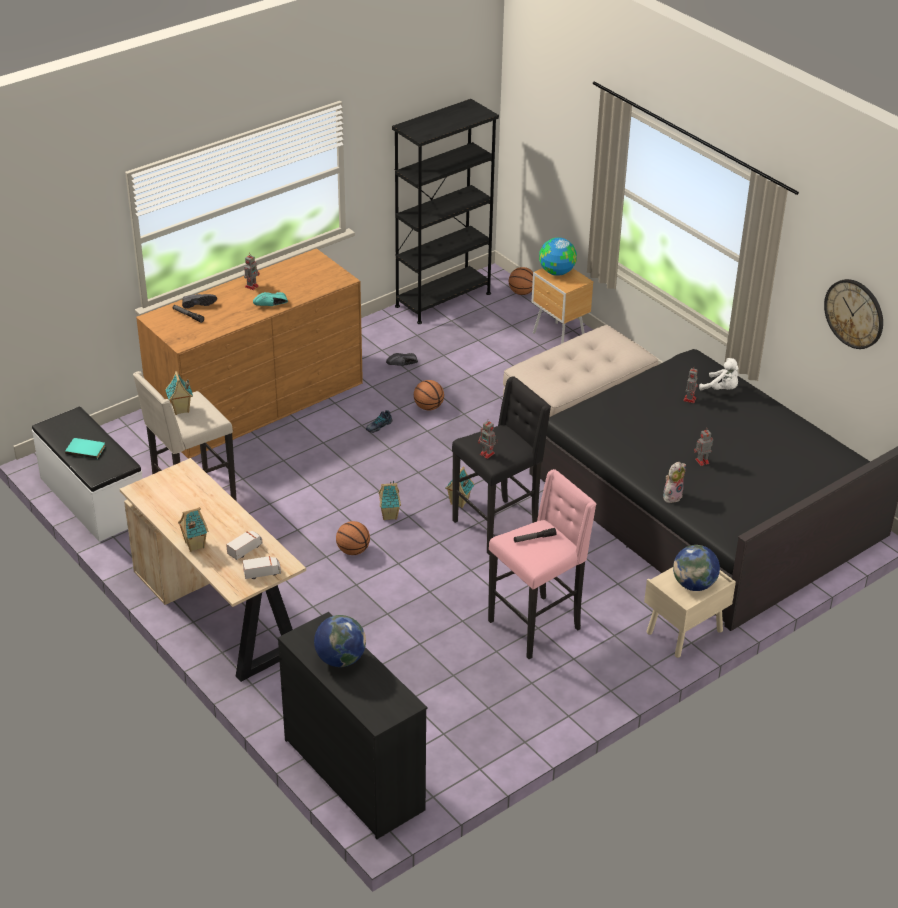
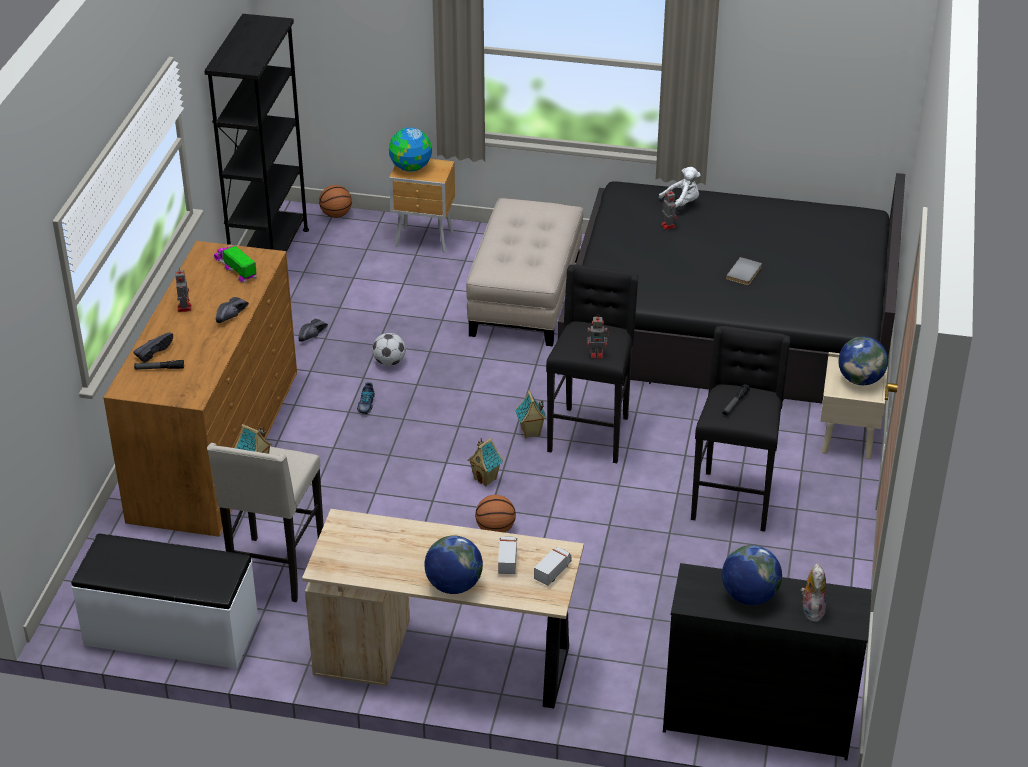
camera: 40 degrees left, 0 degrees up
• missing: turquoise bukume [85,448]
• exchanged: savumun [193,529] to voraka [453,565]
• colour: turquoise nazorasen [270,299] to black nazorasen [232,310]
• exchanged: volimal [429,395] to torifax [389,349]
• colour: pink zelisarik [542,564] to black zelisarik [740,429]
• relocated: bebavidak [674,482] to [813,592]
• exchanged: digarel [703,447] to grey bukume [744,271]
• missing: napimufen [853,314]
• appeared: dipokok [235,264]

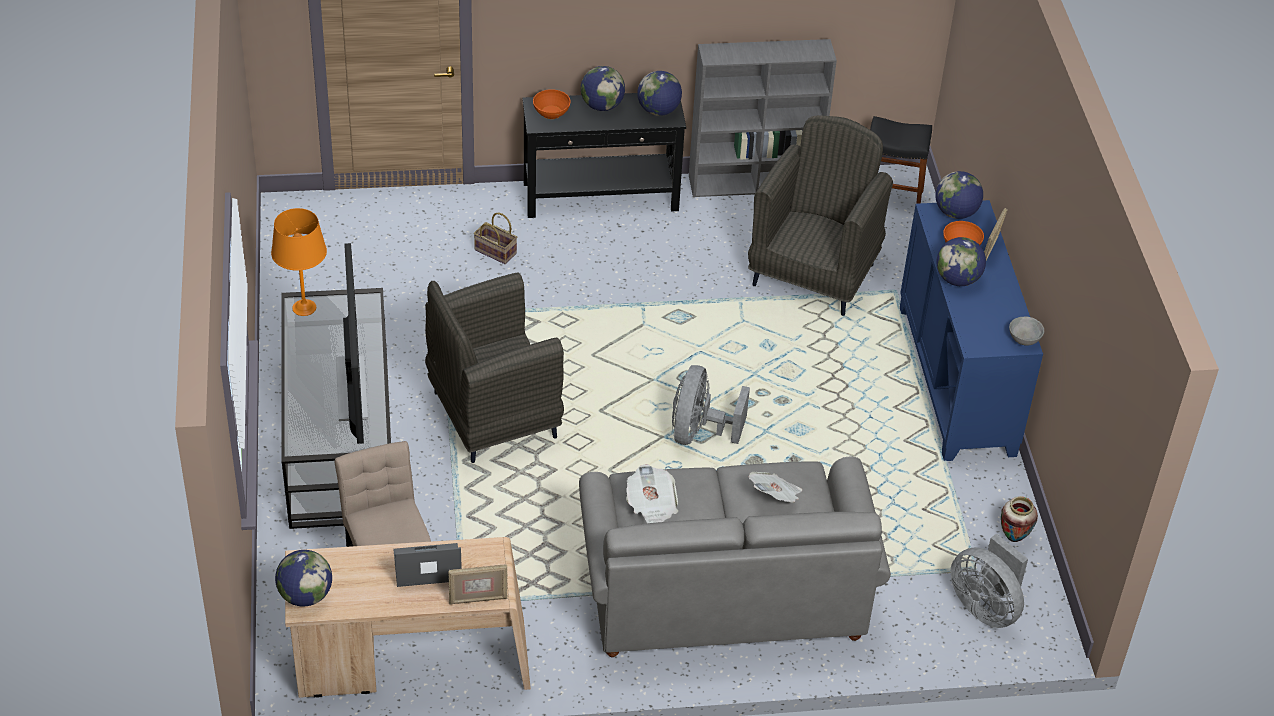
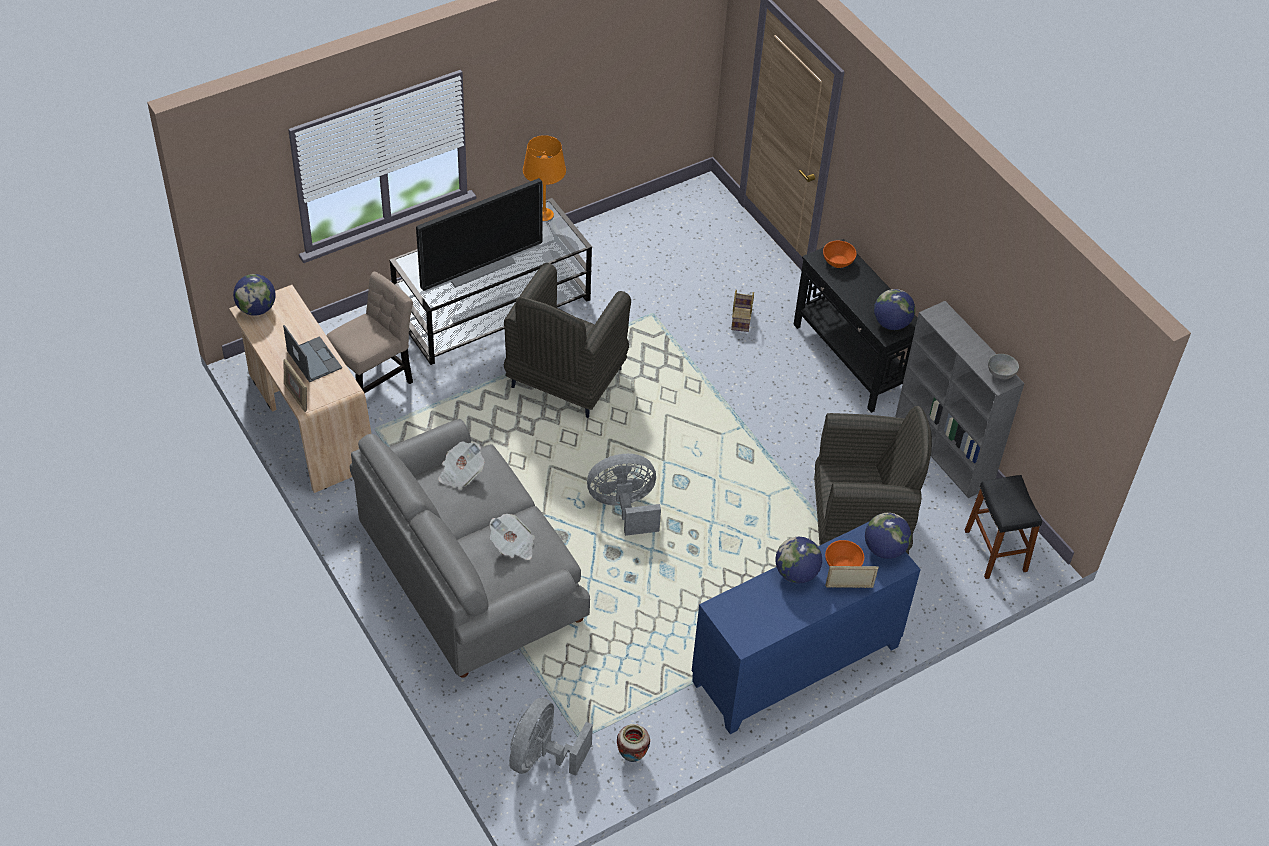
camera: 65 degrees right, 5 degrees up
• spun: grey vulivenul [494,368] = [567,340] 105 degrees counterclockwise
• missing: voraka [603,88]
• relocated: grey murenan [1026,331] to [1003,366]

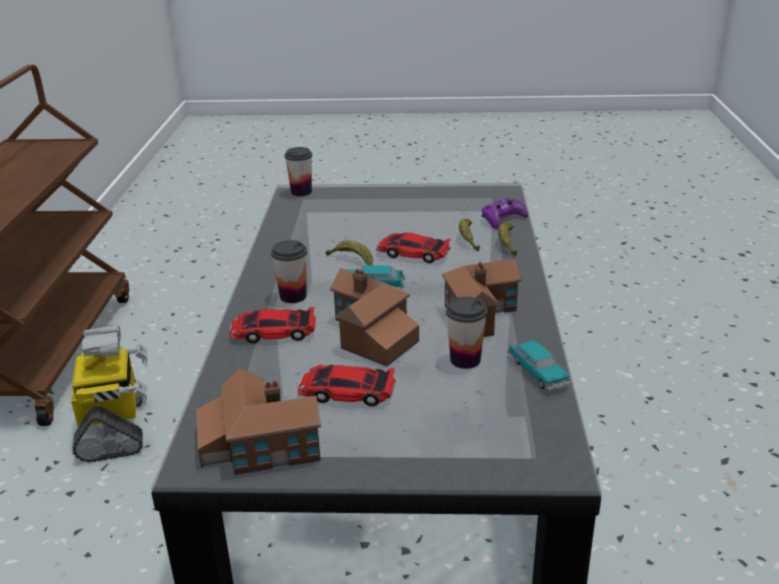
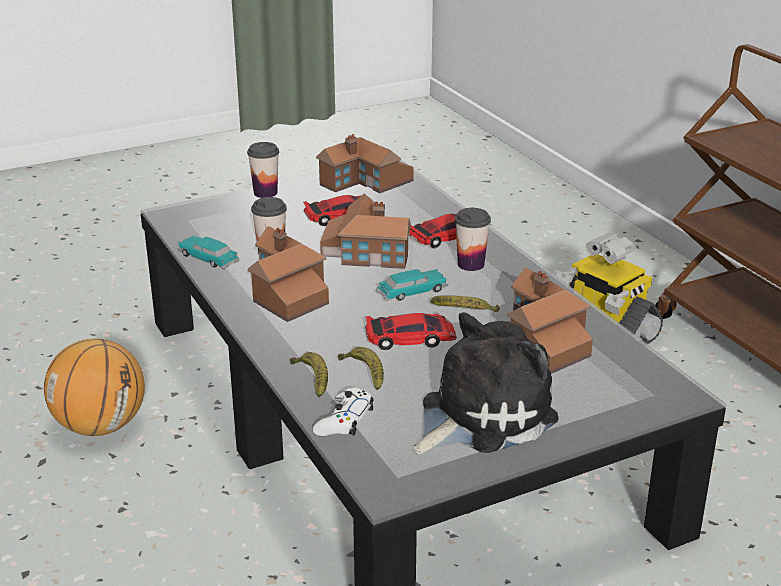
camera: 150 degrees right, 0 degrees up
• relocated: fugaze [298,171] to [263,170]
• colour: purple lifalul [505,213] to white lifalul [343,411]
• appeared: volimal [94,387]
• appeared: bebavidak [486,383]
• appeared: savumun [550,320]

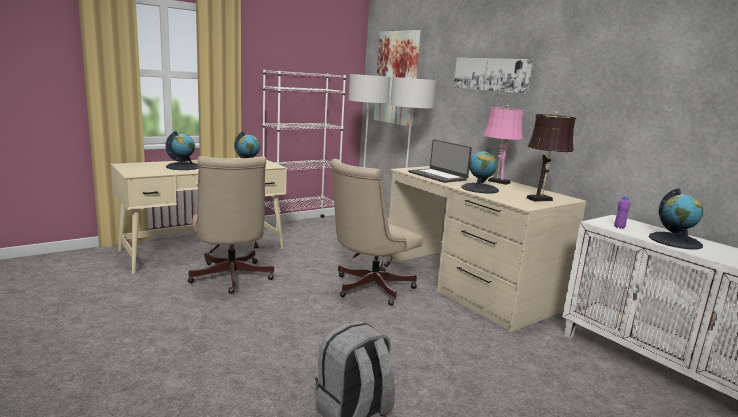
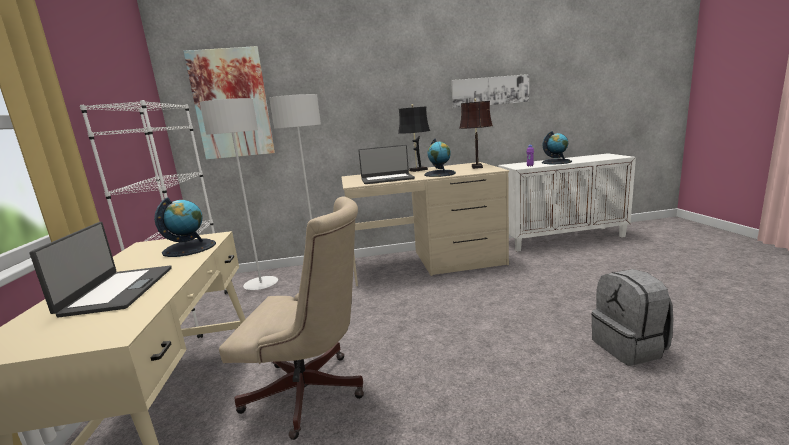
camera: 60 degrees left, 0 degrees up
• exchanged: voraka [181,150] to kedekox [100,270]
• missing: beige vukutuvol [376,232]
• relocated: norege [493,76] to [490,91]
• colour: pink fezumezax [504,145] to black fezumezax [414,138]

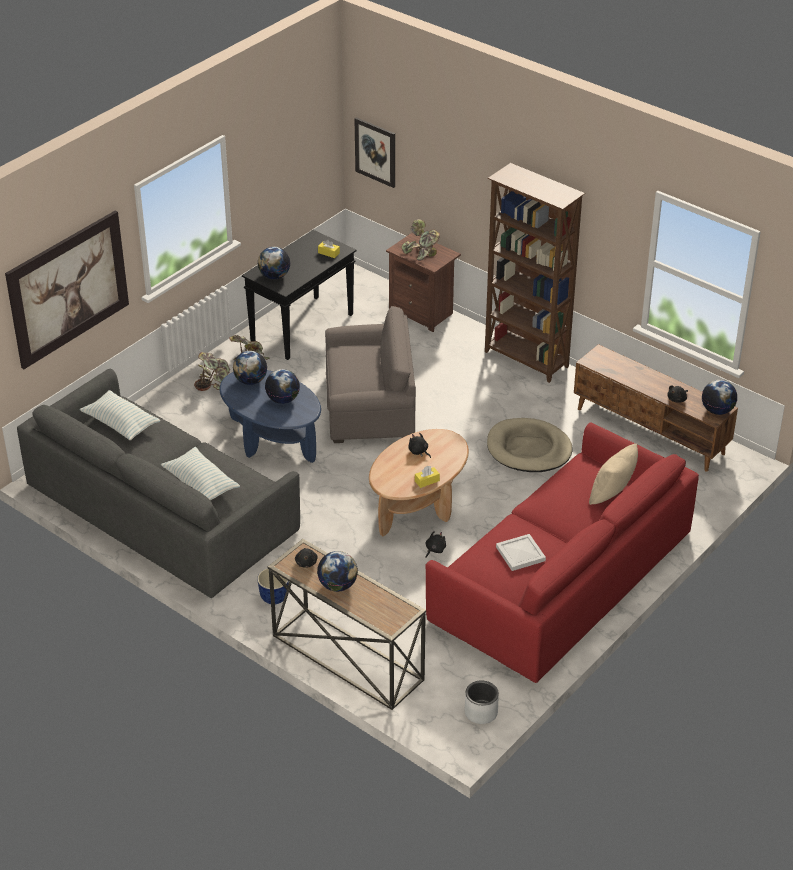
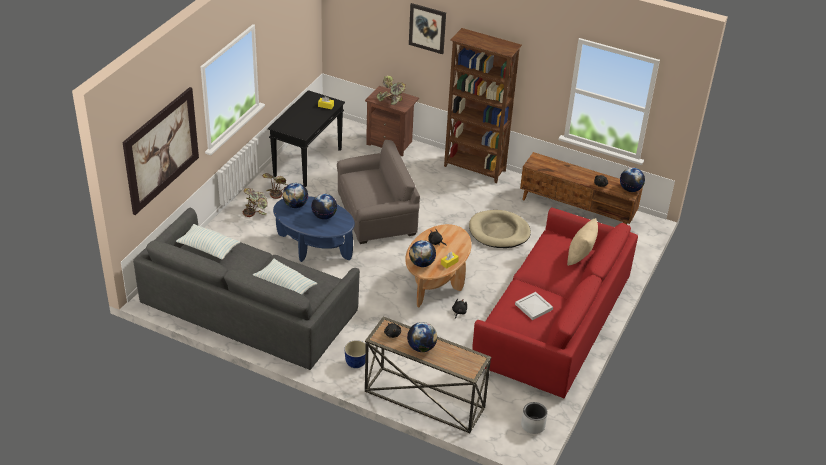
camera: 15 degrees left, 0 degrees up
• relocated: voraka [274,263] to [422,253]
• relocated: norege [374,152] to [427,28]

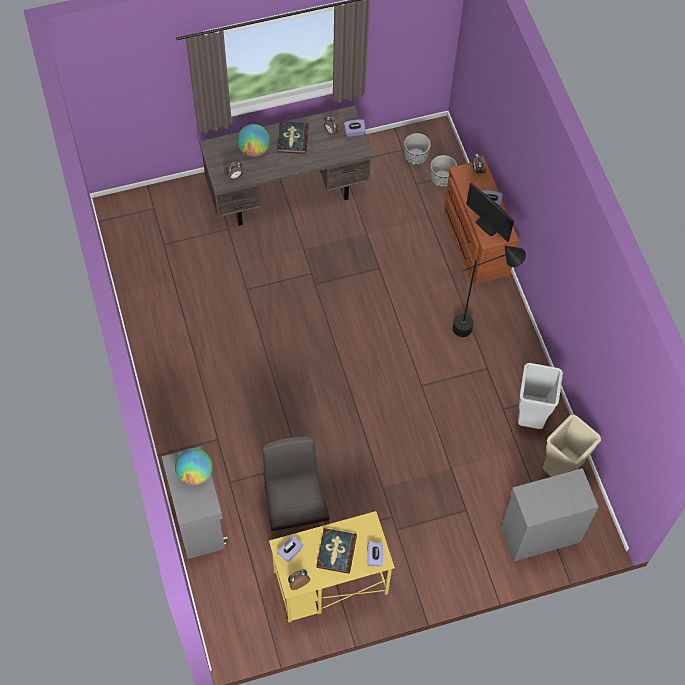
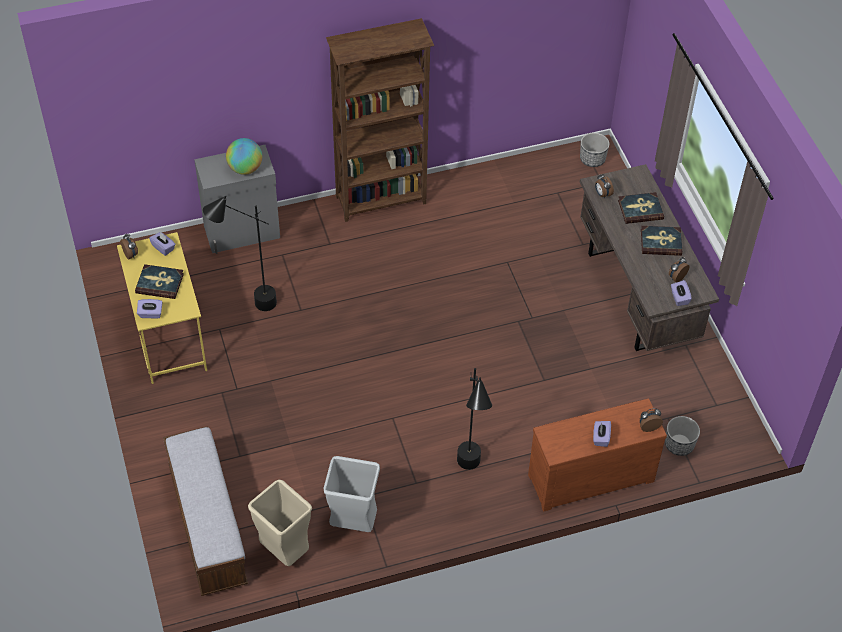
camera: 90 degrees right, 10 degrees down
• exchanged: voraka [253,140] to bukume [641,208]
• exchanged: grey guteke [296,488] to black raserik [240,253]
• relocated: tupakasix [417,149] to [594,150]
• missing: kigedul [490,212]
• exchanged: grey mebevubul [549,514] to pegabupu [205,511]
• appeared: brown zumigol [380,120]

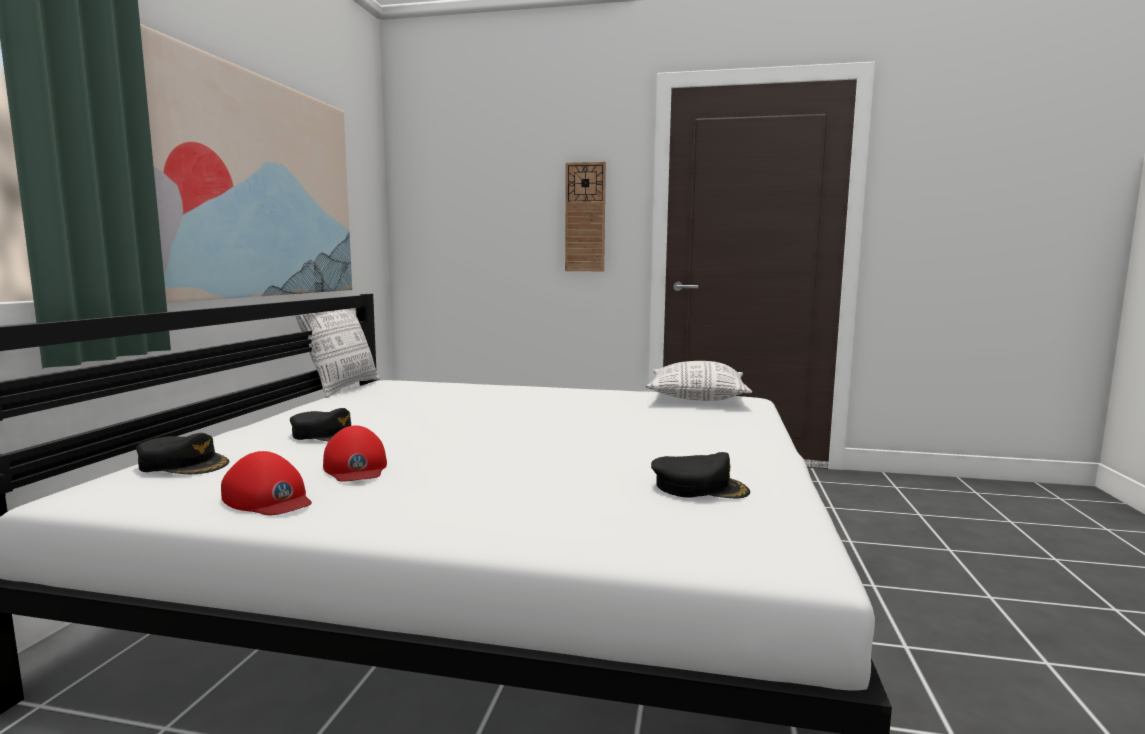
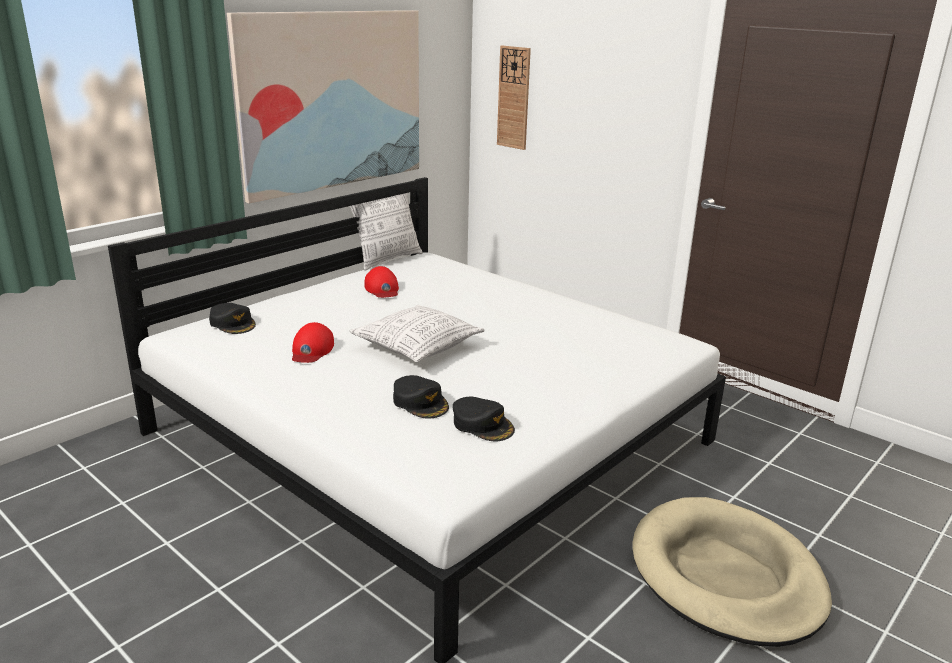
camera: 30 degrees right, 15 degrees up
• relocated: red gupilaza [266,483] to [381,282]
• relocated: black gupilaza [320,425] to [421,397]
• relocated: napimufen [585,216] to [514,98]
• relocated: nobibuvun [699,381] to [417,333]
• appeared: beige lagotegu [732,572]

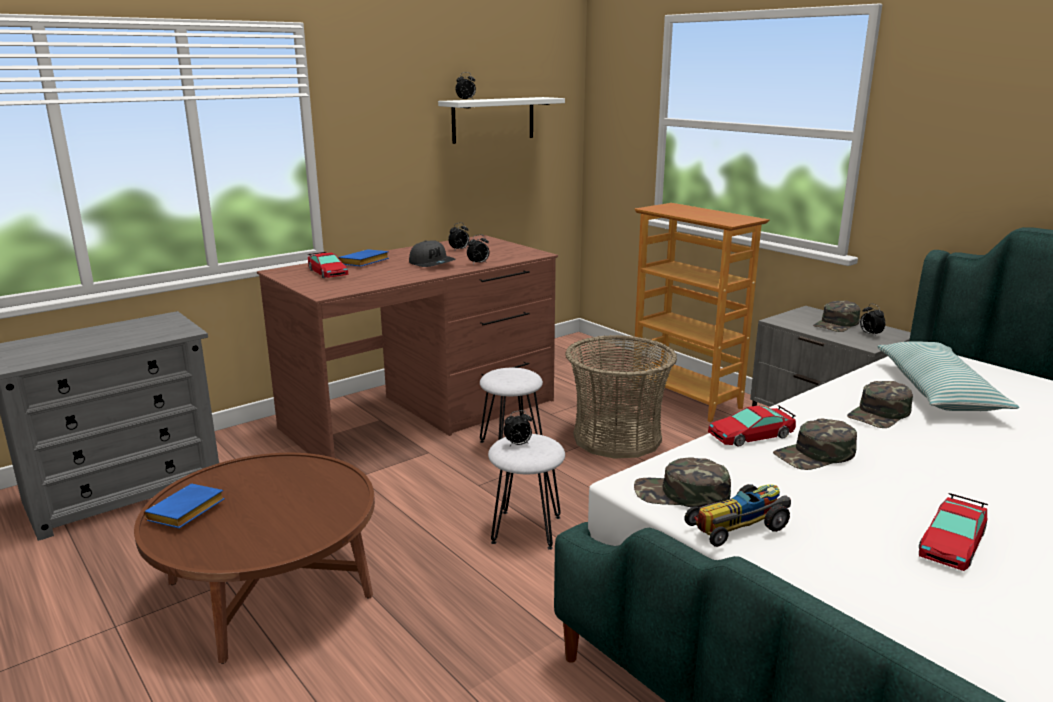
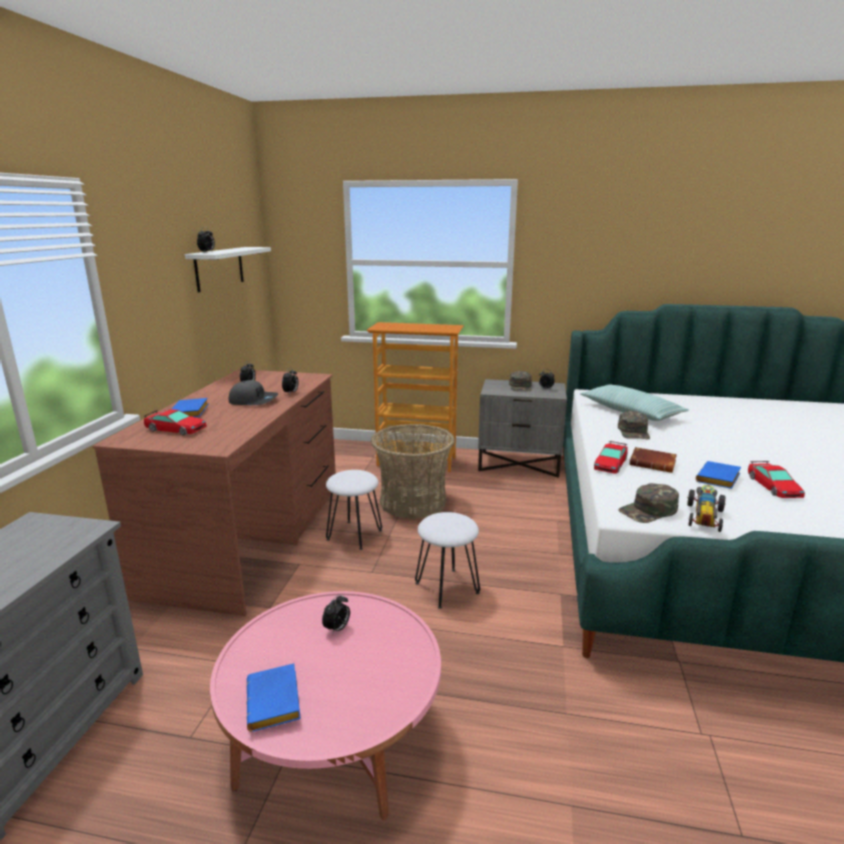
camera: 40 degrees left, 0 degrees up
• colour: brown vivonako [254,558] to pink vivonako [325,706]
• relocated: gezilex [518,428] to [336,614]
• exchanged: green gupilaza [815,444] to brown bukume [653,460]
• appeared: blue bukume [718,475]

